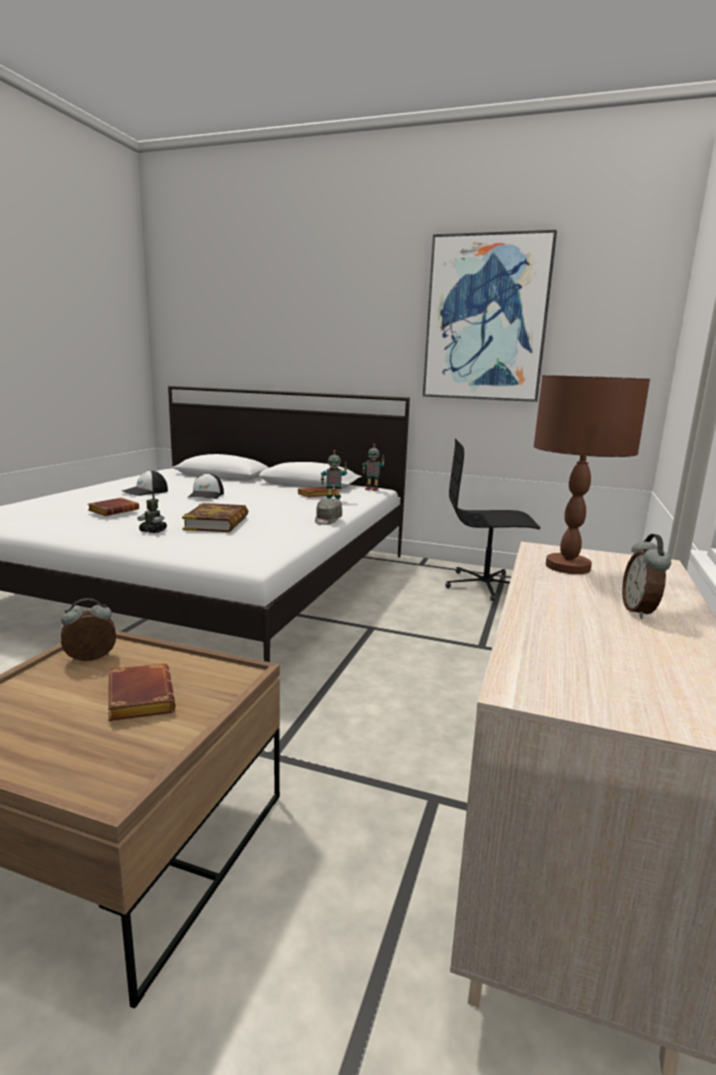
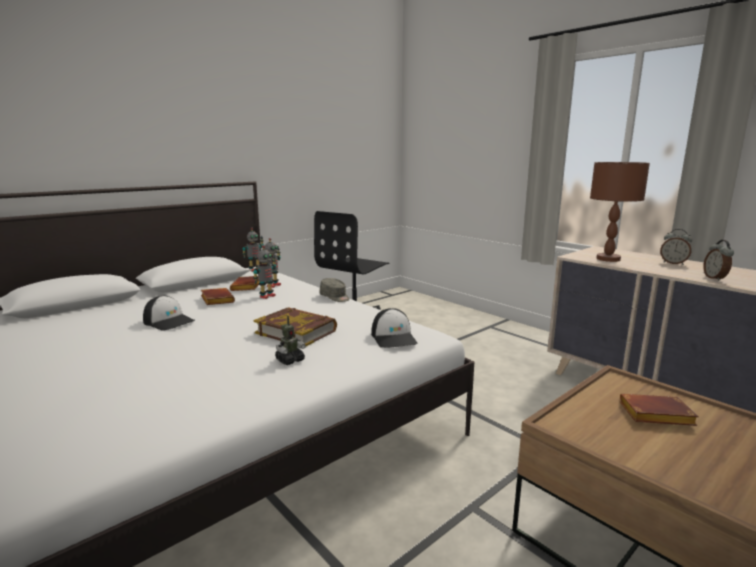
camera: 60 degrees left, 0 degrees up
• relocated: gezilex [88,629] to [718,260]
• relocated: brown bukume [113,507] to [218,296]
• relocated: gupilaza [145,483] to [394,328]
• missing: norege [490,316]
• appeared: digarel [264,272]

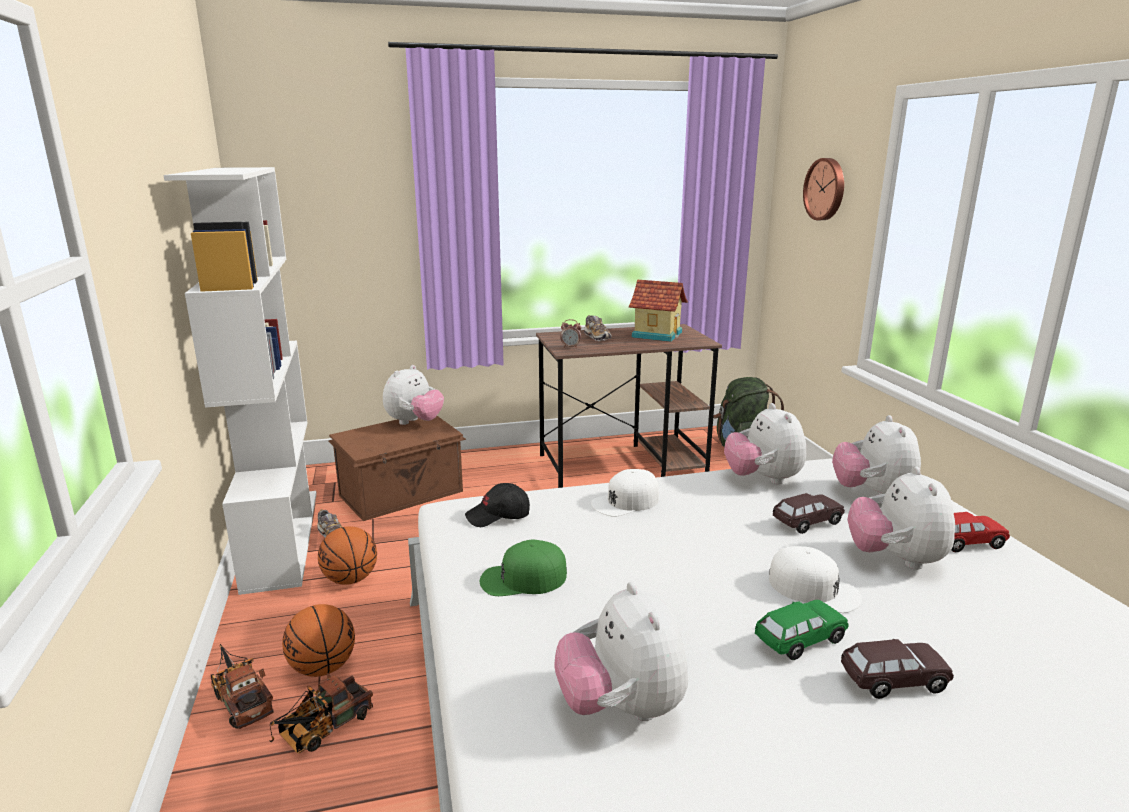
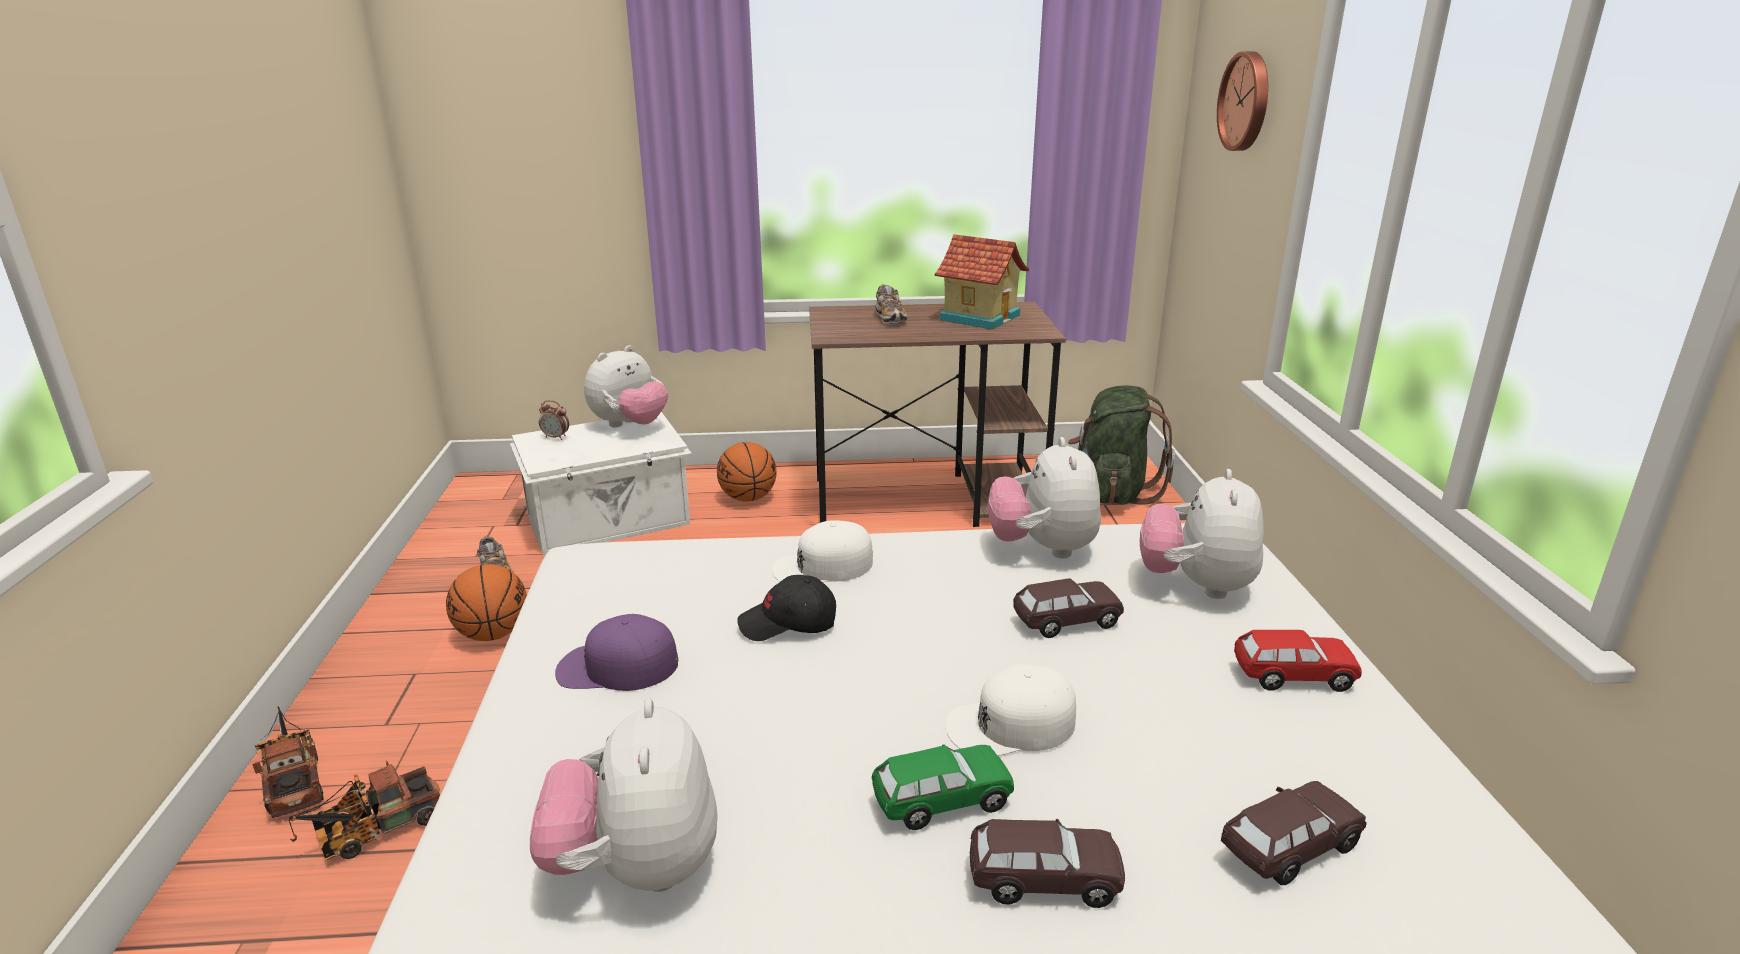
camera: 10 degrees right, 5 degrees up
• missing: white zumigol [240,381]
• relocated: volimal [318,640] to [747,472]
• colour: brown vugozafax [397,468] to white vugozafax [601,483]
• relocated: black gupilaza [497,505] to [786,608]
• colour: green gupilaza [523,568] to purple gupilaza [616,652]
• relocated: gezilex [570,333] to [554,420]
• spun: white gupilaza [815,579] = [1010,710] 120 degrees clockwise
• missing: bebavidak [901,518]
• appeared: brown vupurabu [1294,833]

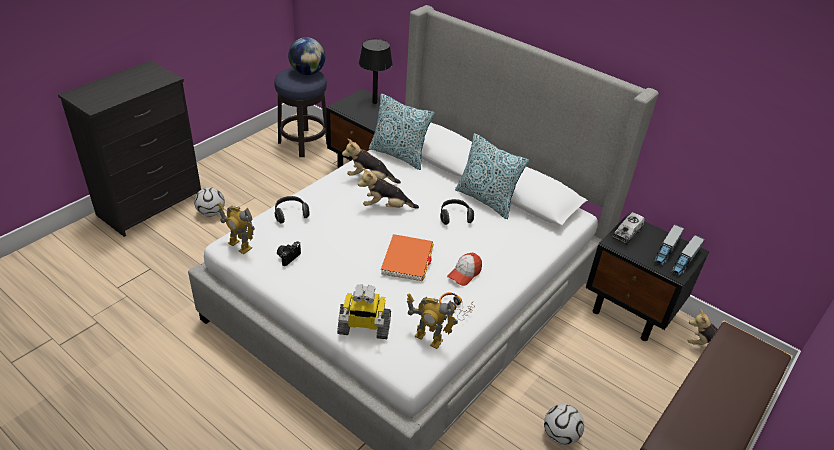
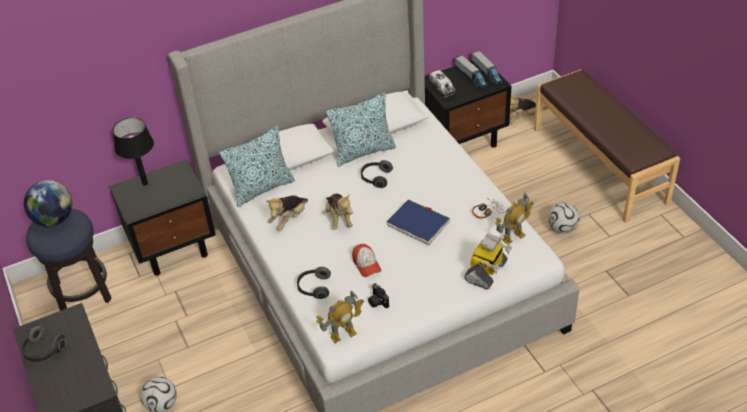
camera: 60 degrees left, 5 degrees up
• spun: bebavidak [388,188] = [337,212] 45 degrees counterclockwise
• colour: orange bukume [407,257] to blue bukume [418,222]
• relocated: gupilaza [464,269] to [366,260]
• appeared: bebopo [43,343]

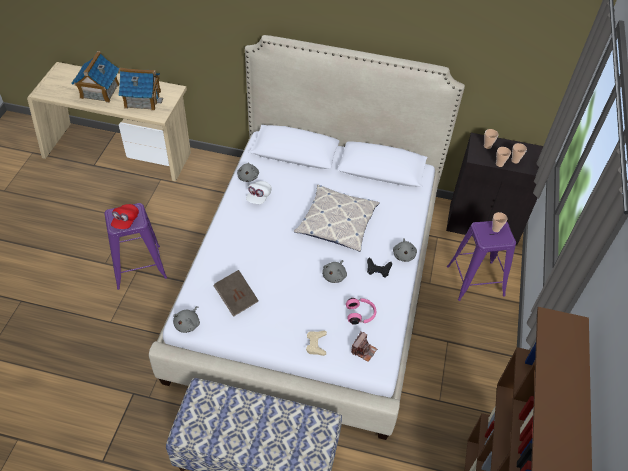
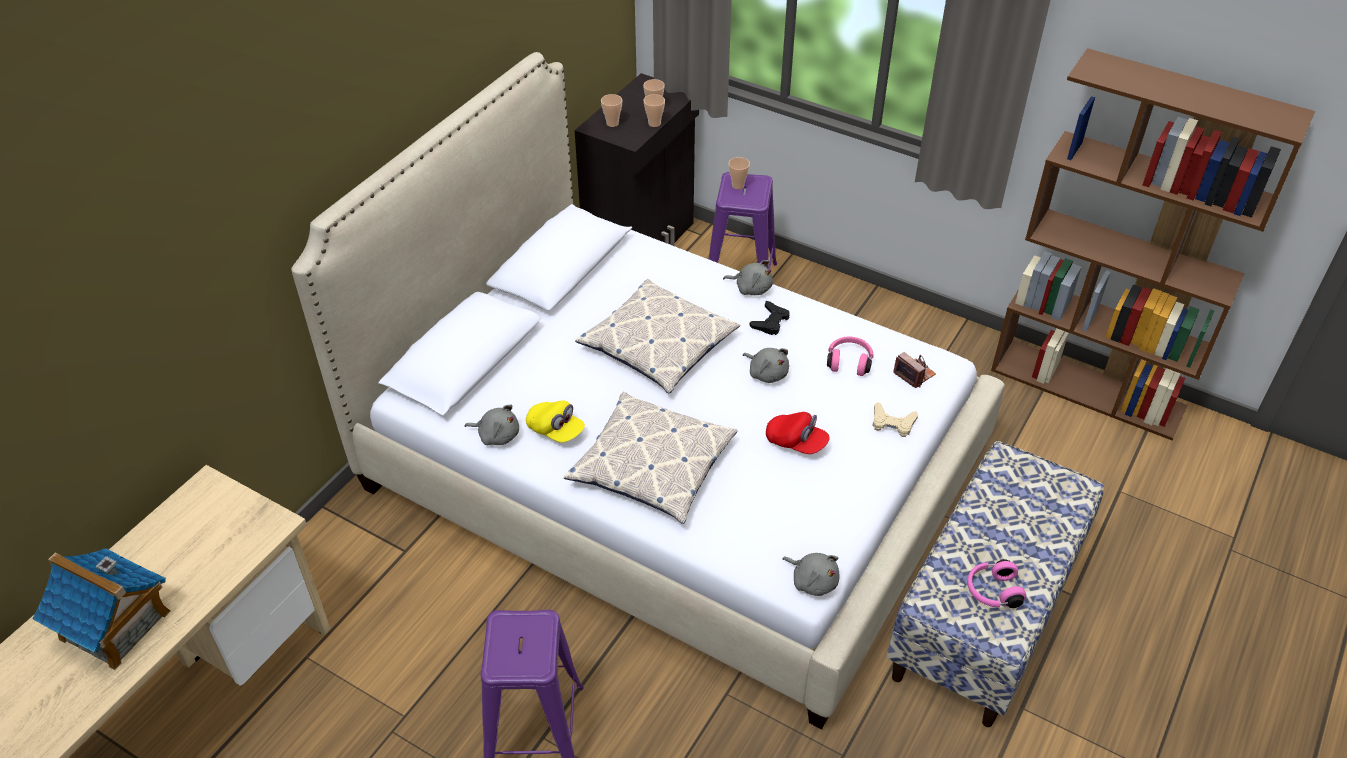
camera: 70 degrees left, 5 degrees down
• relocated: red gupilaza [125,216] to [798,433]
• missing: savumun [141,89]
• missing: brown bukume [236,293]
• colour: white gupilaza [259,192] to yellow gupilaza [555,421]
• appeared: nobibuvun [651,458]
• appeared: pink bebopo [996,584]

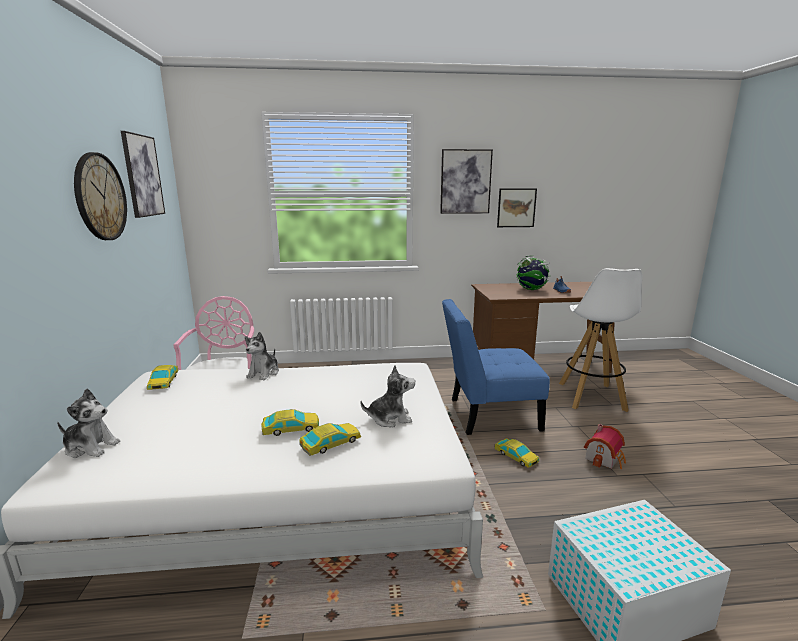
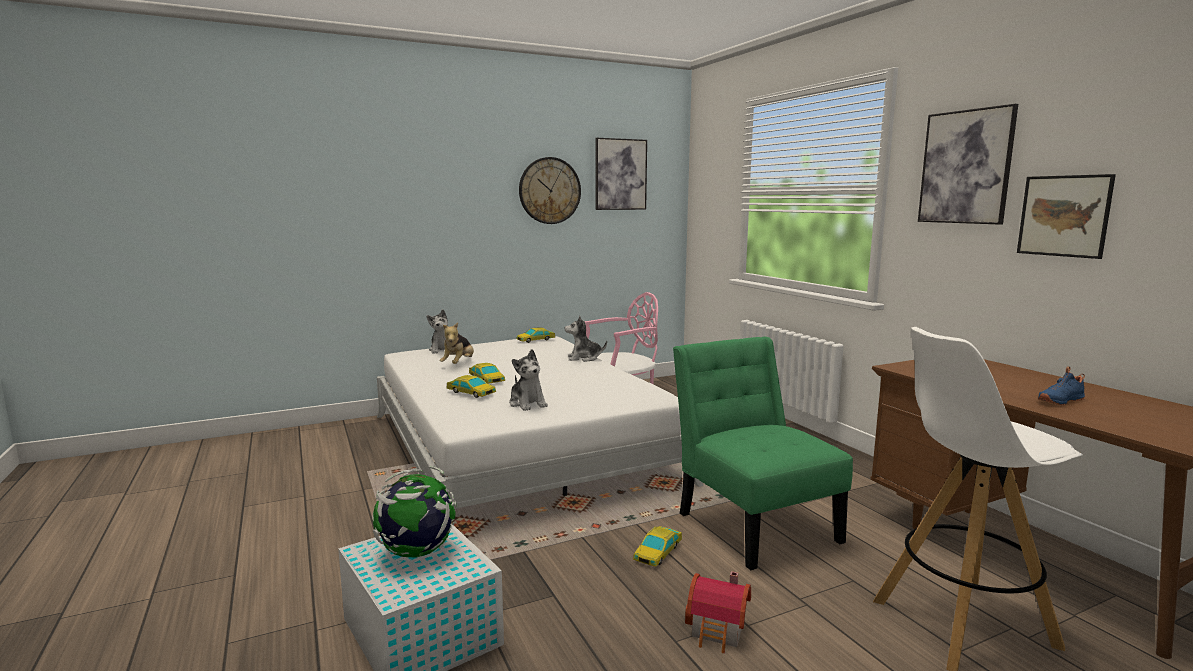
camera: 70 degrees right, 5 degrees down
• colour: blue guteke [496,367] to green guteke [763,453]
• relocated: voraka [533,272] to [414,512]
• appeared: bebavidak [457,343]

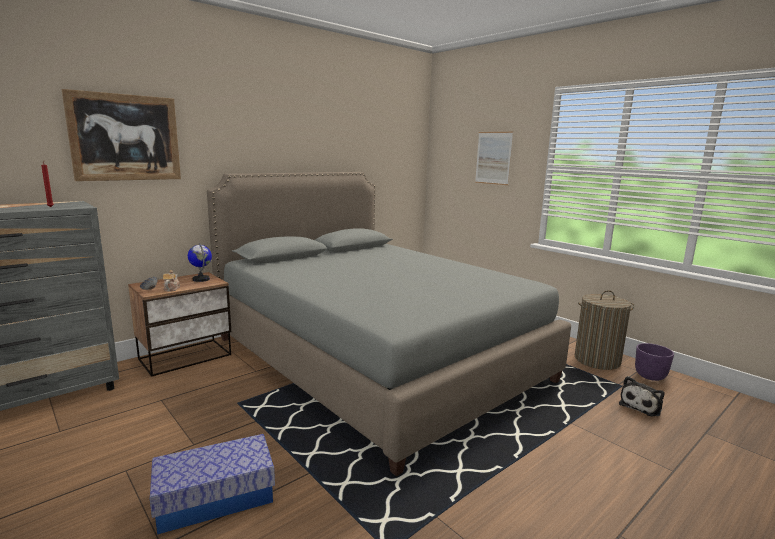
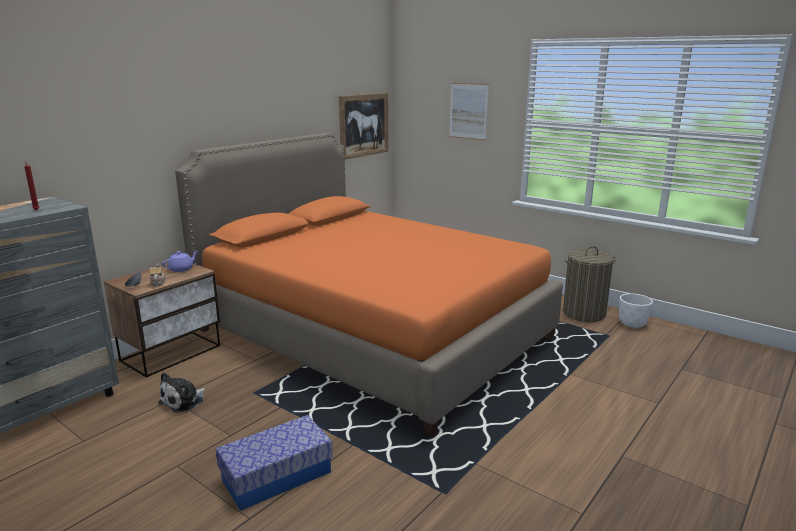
camera: 10 degrees left, 5 degrees up
• relocated: norege [121,135] to [363,126]
• exchanged: voraka [200,262] to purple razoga [180,261]
• colour: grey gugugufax [389,324] to orange gugugufax [369,285]
• relocated: bebavidak [642,396] to [182,392]
• colour: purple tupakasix [654,362] to white tupakasix [636,310]

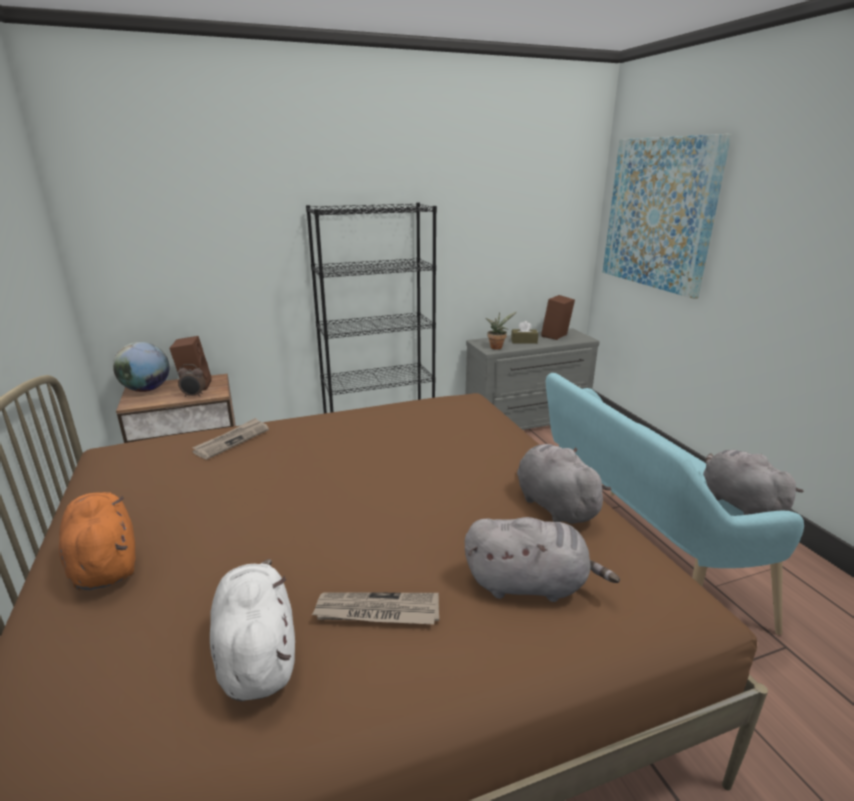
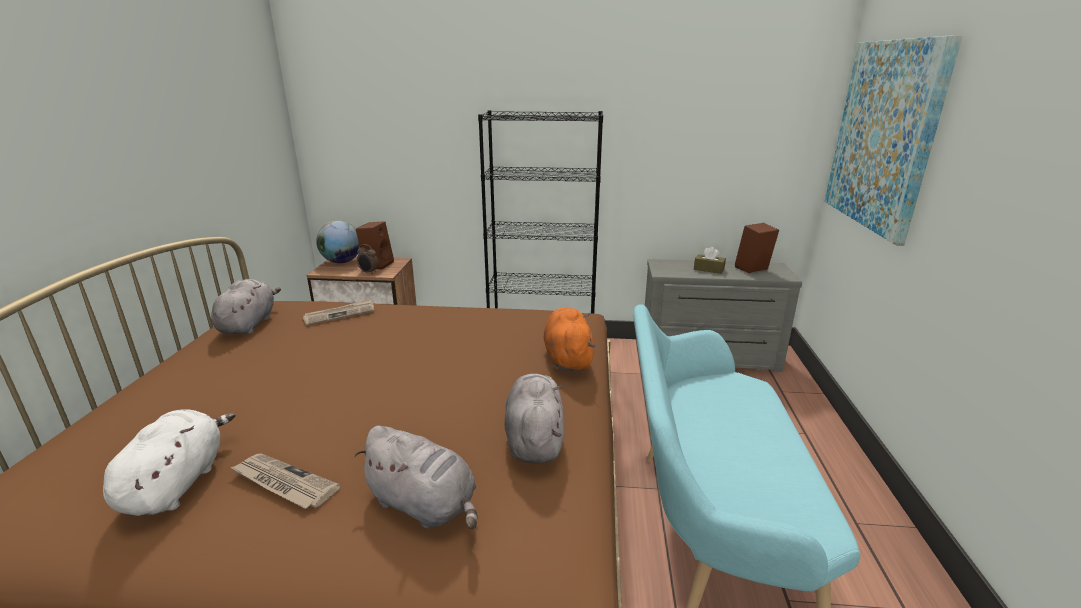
camera: 25 degrees right, 0 degrees up
• relocated: orange bebavidak [97,541] to [569,339]
• missing: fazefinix [500,331]
• relocated: grey bebavidak [753,482] to [246,306]

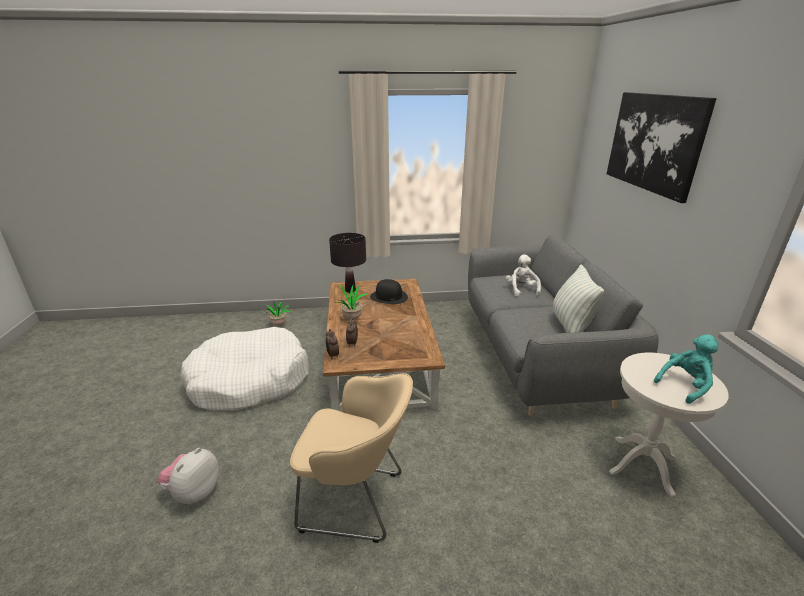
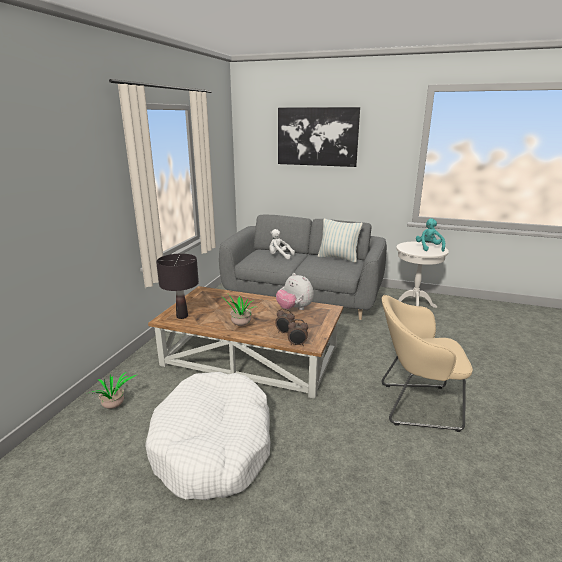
camera: 65 degrees left, 5 degrees down
• relocated: bebavidak [188,476] to [295,291]
• spun: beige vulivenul [351,458] = [427,363] 120 degrees counterclockwise
• missing: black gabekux [389,291]

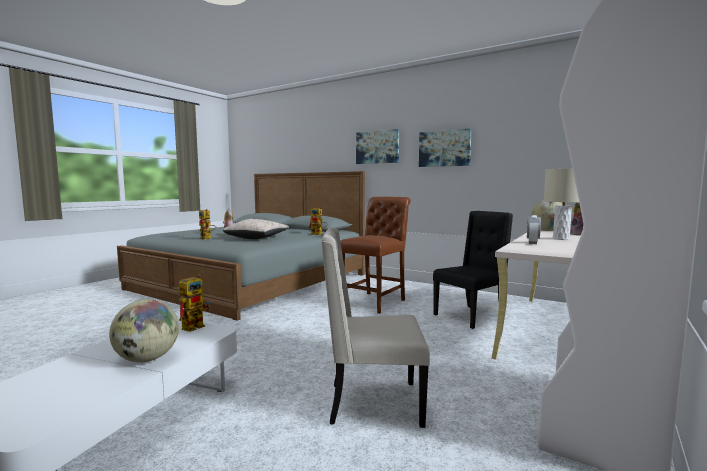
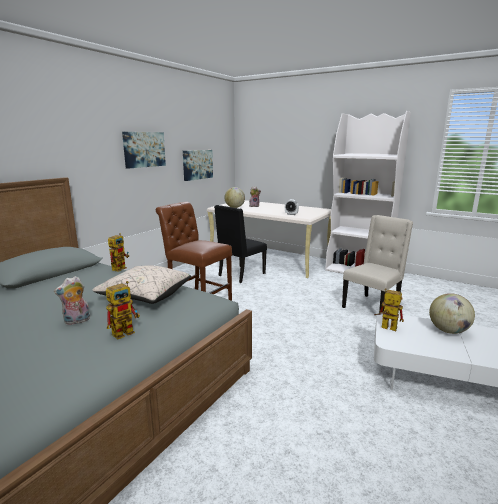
camera: 90 degrees left, 10 degrees up
• spun: beige guteke [375,328] = [377,264] 135 degrees counterclockwise
• relocated: norege [377,146] to [198,165]
• spun: black guteke [473,270] = [240,244] 105 degrees counterclockwise
• missing: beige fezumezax [561,204]

